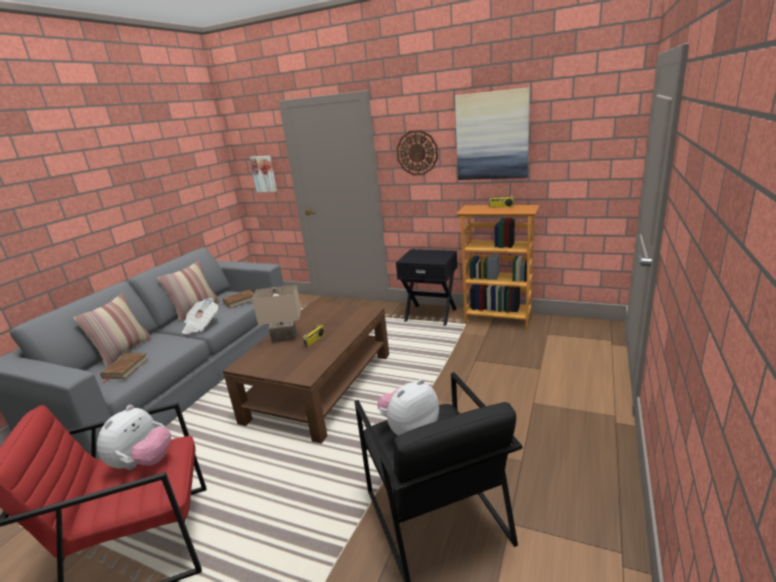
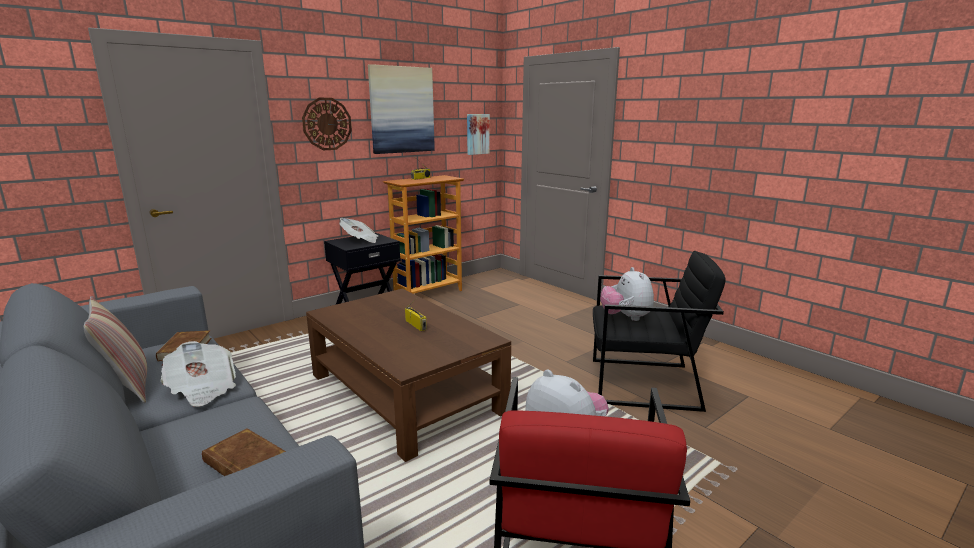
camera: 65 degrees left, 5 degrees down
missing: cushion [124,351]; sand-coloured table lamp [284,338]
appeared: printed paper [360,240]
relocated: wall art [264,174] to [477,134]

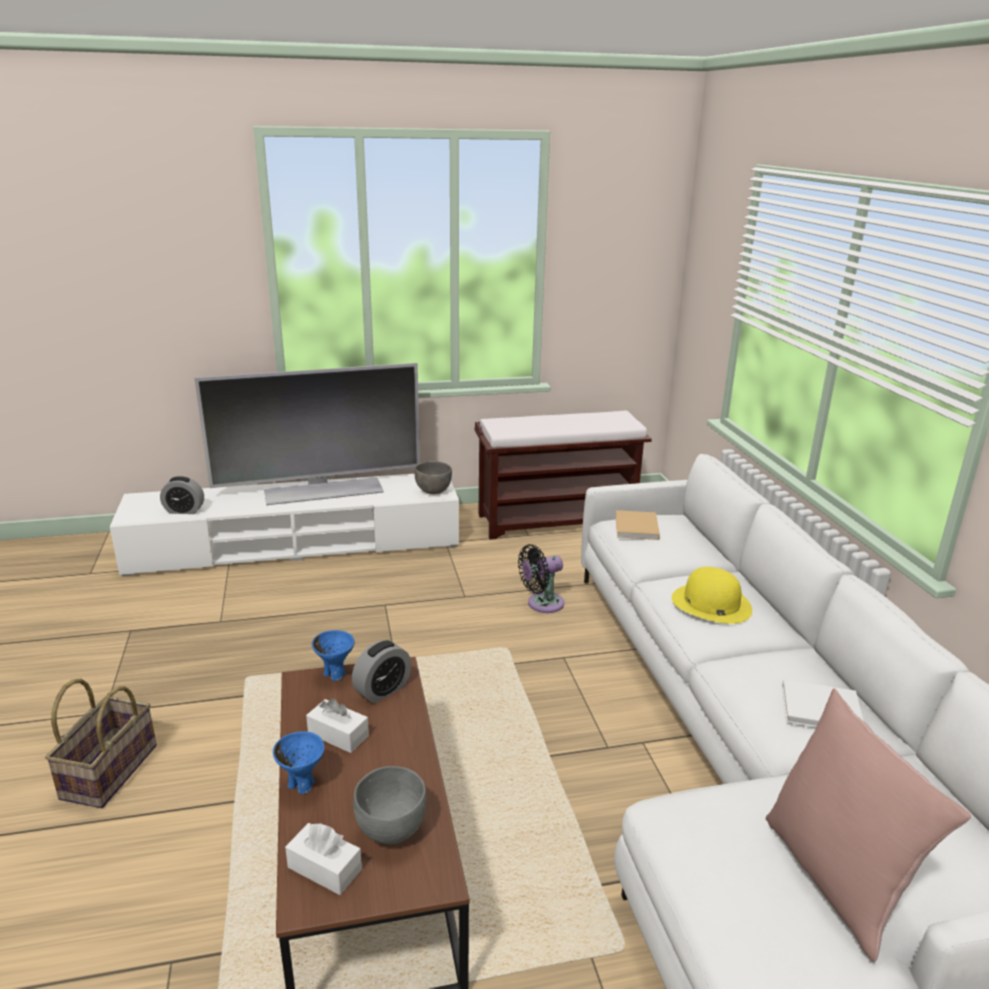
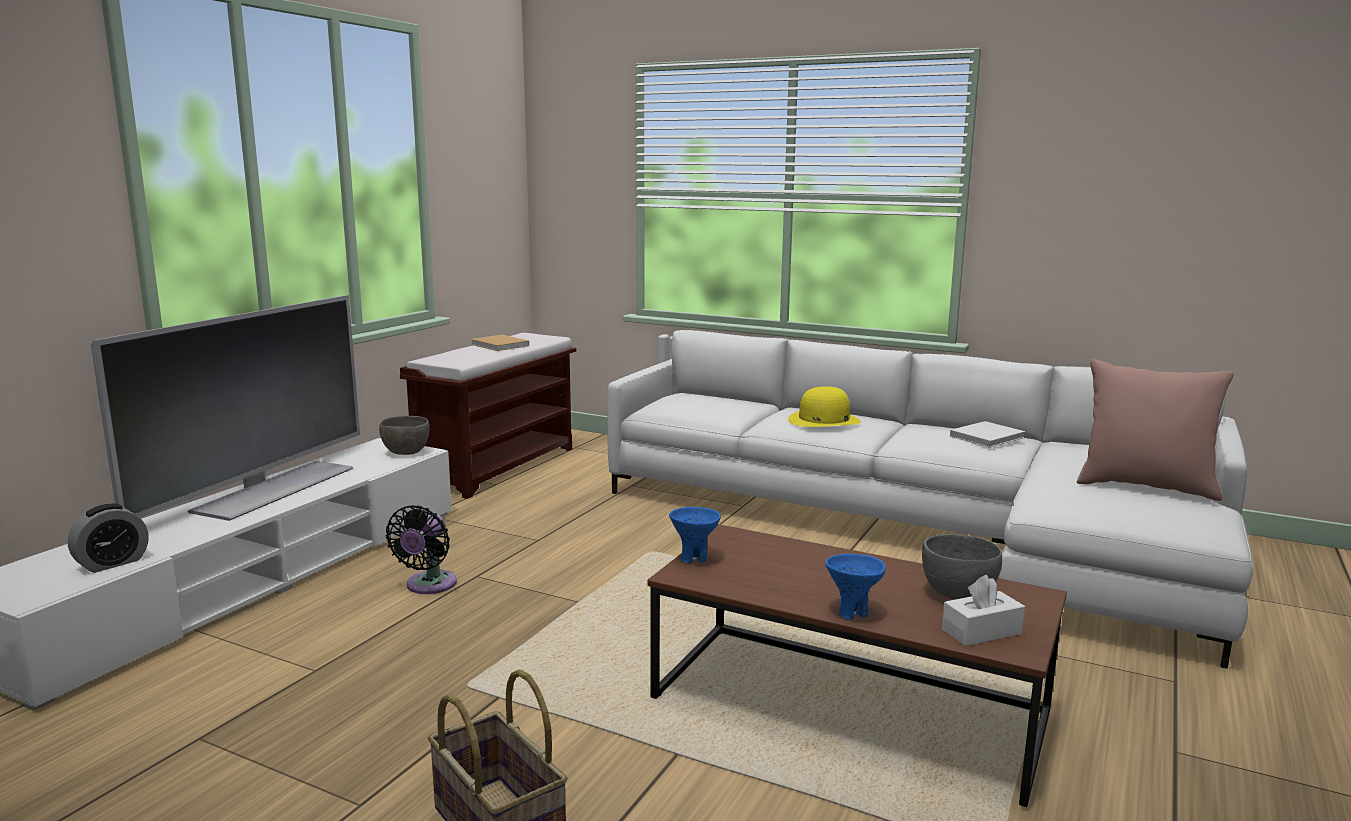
camera: 50 degrees left, 10 degrees down
missing: white-coloured tissue holder [338,735]; bedside clock [382,690]
relocated: blackish electric fan [541,604] to [428,586]; sand-coloured book [636,528] to [501,345]

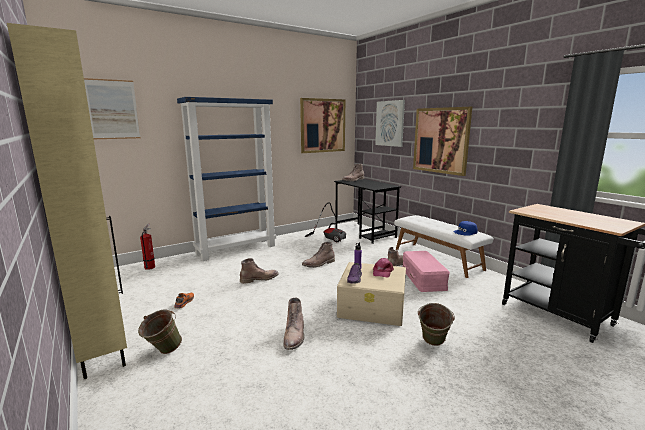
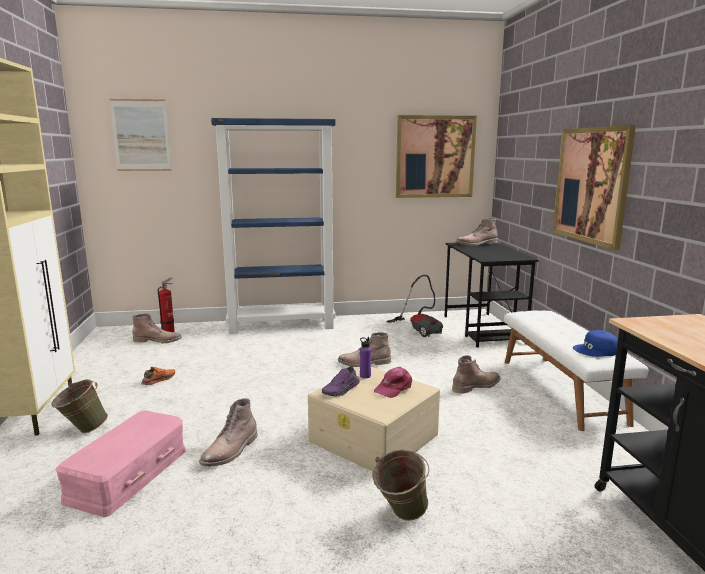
camera: 25 degrees right, 0 degrees up
missing: wall art [390,123]
relocated: brown high-top boot [259,279] to [158,340]; pinkish storage bin [422,278] to [127,474]

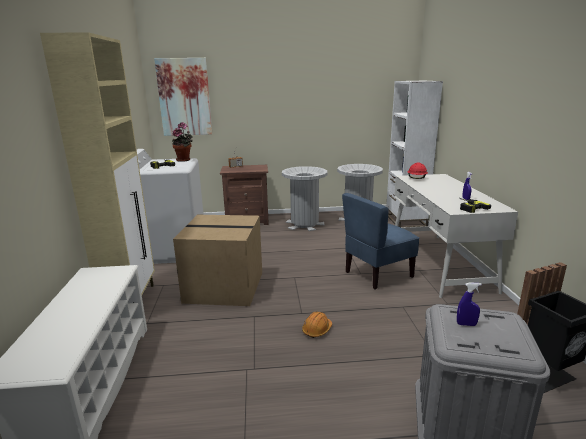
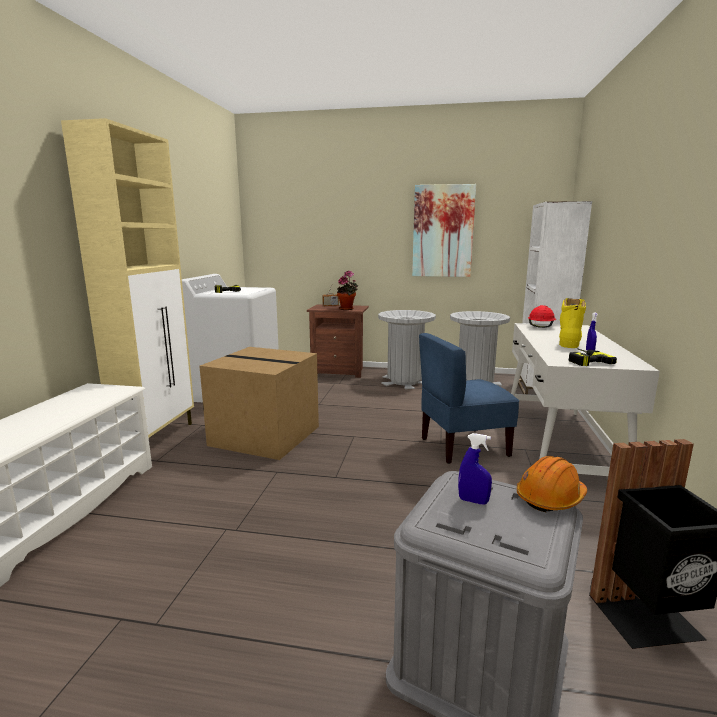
camera: 15 degrees right, 5 degrees down
appeared: yellow high-top boot [569,342]
relocated: wall art [184,97] to [443,231]; plant in a pot [184,160] to [347,309]; orangey work helmet [317,330] to [550,498]

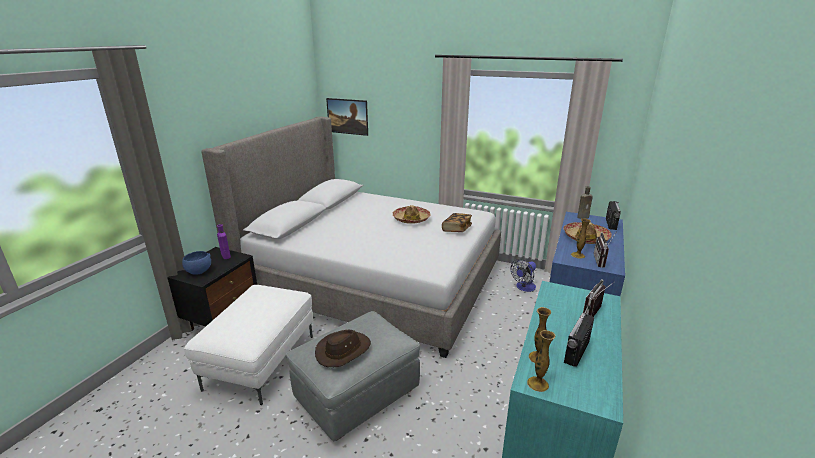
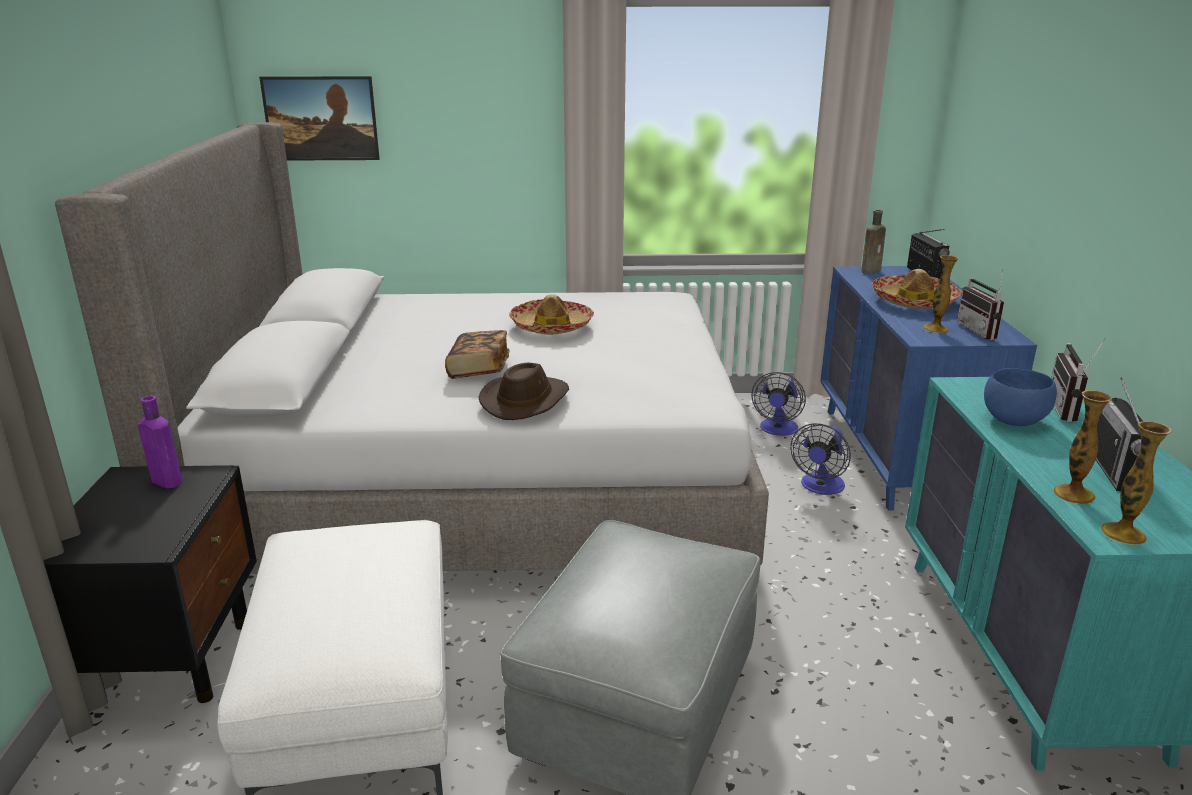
camera: 25 degrees left, 0 degrees up
appeared: electric fan [820,487]
relocated: blue serving bowl [198,272] to [1014,421]; brown wearable hat [343,350] to [525,400]; book [456,229] to [478,369]

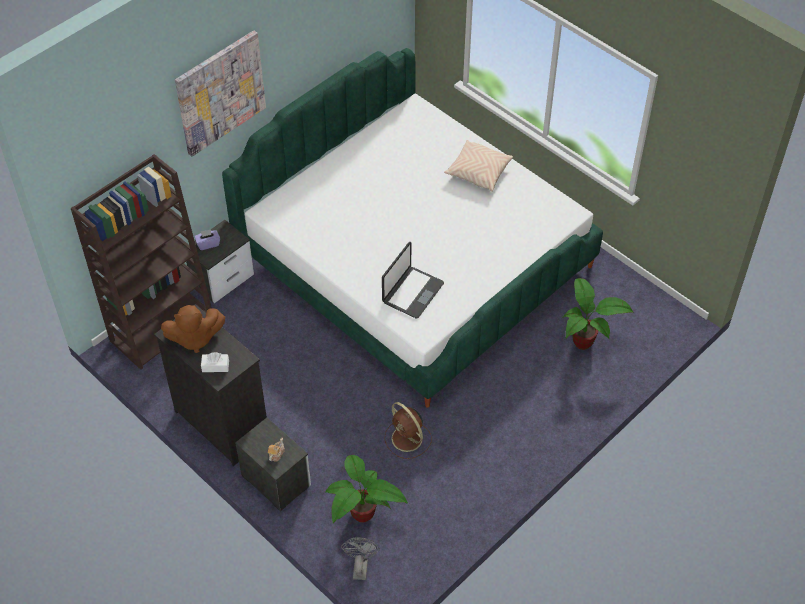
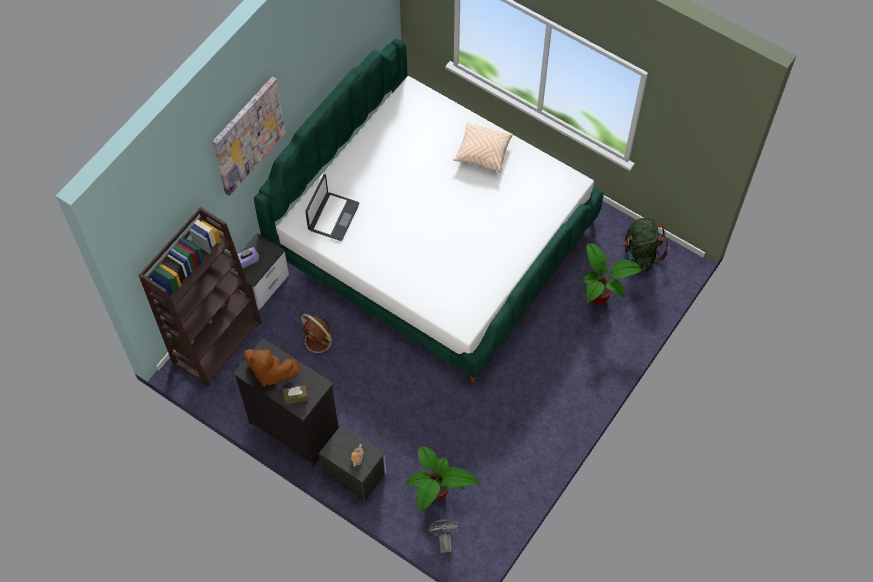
camera: 10 degrees left, 10 degrees up
appeared: greenish rucksack [640,254]
relocated: notebook computer [412,292] to [333,217]; brown electric fan [408,439] to [319,341]
colour: white-coloured tissue holder [215,366] to brown tissue holder [295,396]
spun: brown cuddly toy [194,338] = [270,372] 45 degrees clockwise

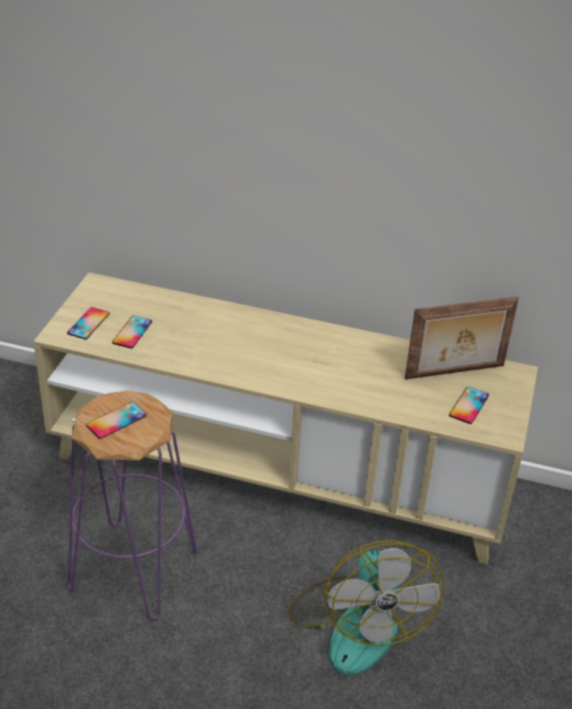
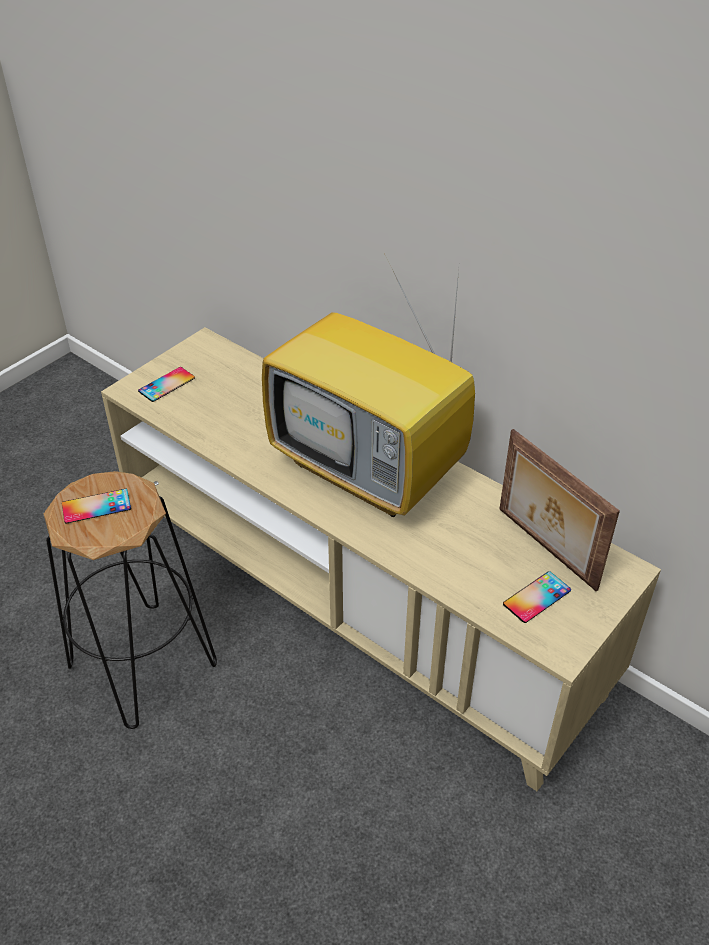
camera: 25 degrees right, 5 degrees up
missing: handset [132,332]; electric fan [357,623]
appeared: TV [371,471]
colour: purple-coloured stool [132,569] to blackish stool [142,664]
spun: photo frame [455,373] = [544,549] 45 degrees clockwise

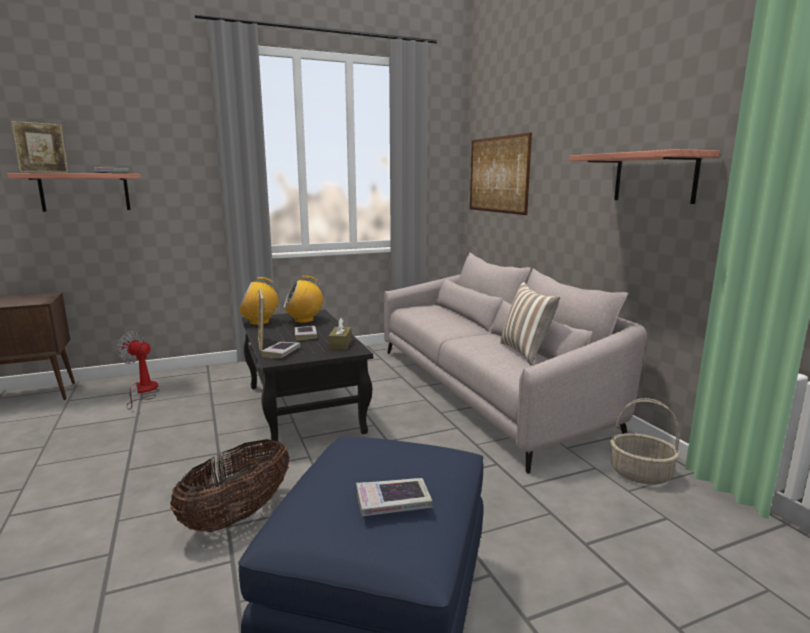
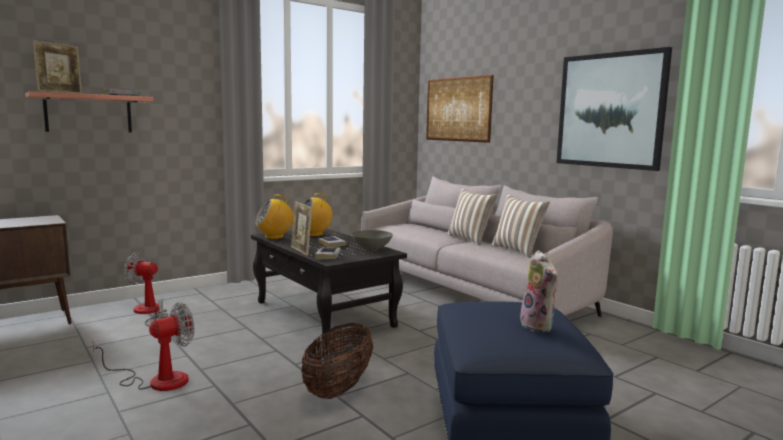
camera: 15 degrees left, 5 degrees down
missing: basket [641,474]
appeared: electric fan [157,380]; cushion [470,239]
exchanged: brown tissue holder [340,344] to greyish serving bowl [371,249]; book [393,502] to cuddly toy [539,326]; bracket shelf [654,178] to wall art [610,110]

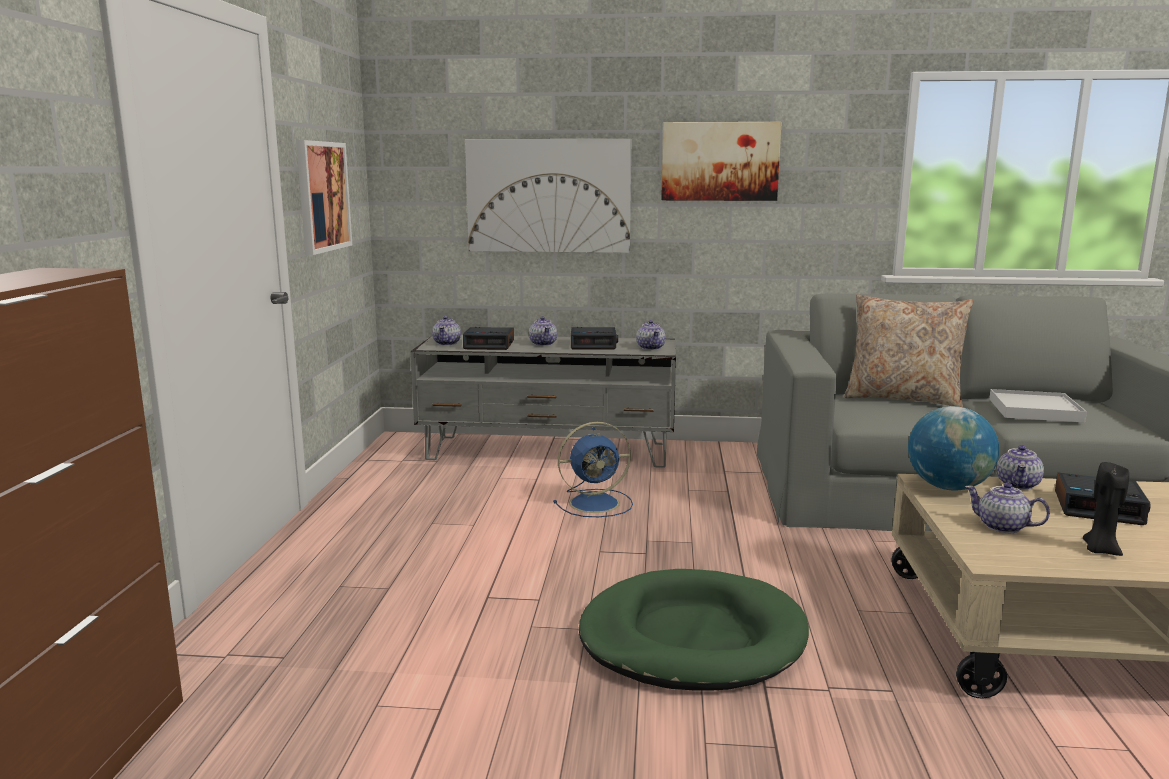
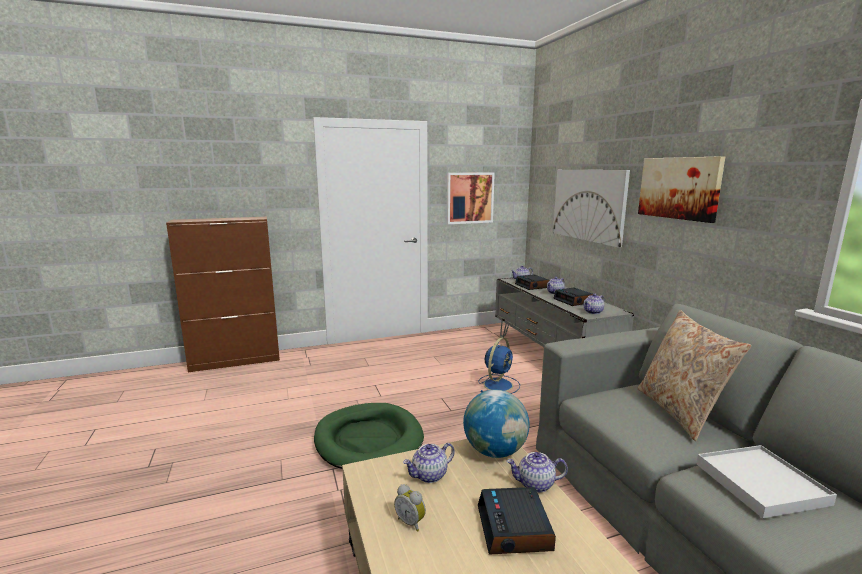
camera: 65 degrees right, 0 degrees up
exchanged: blackish candle [1099,550] to bedside clock [411,522]
spun: blue electric fan [596,503] = [498,384] 105 degrees counterclockwise; teapot [1001,527] = [429,475] 135 degrees counterclockwise

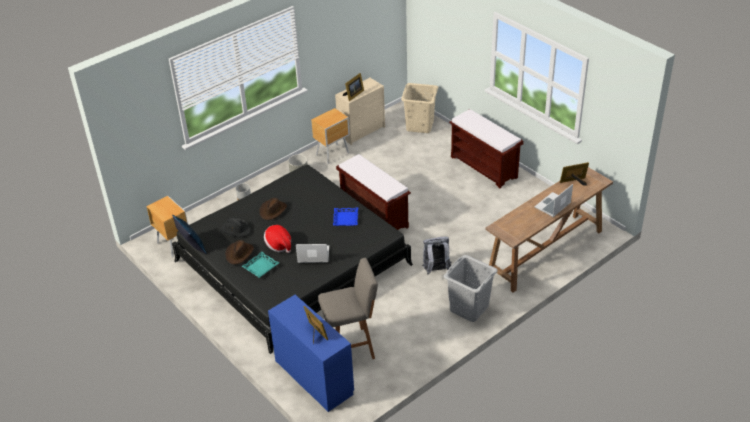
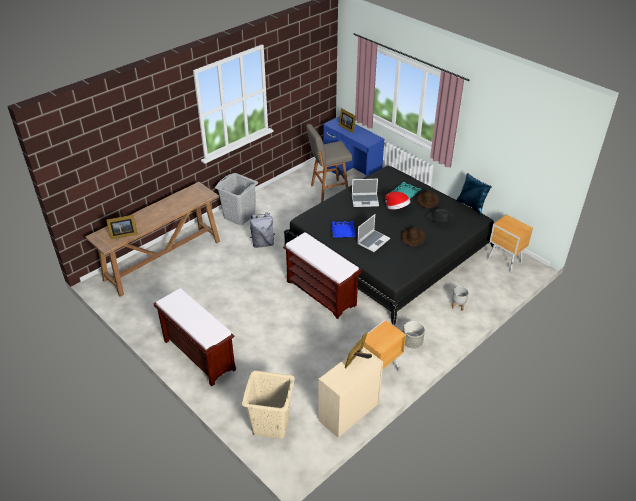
camera: 175 degrees right, 0 degrees up
relocated: notebook computer [553,206] to [373,241]

